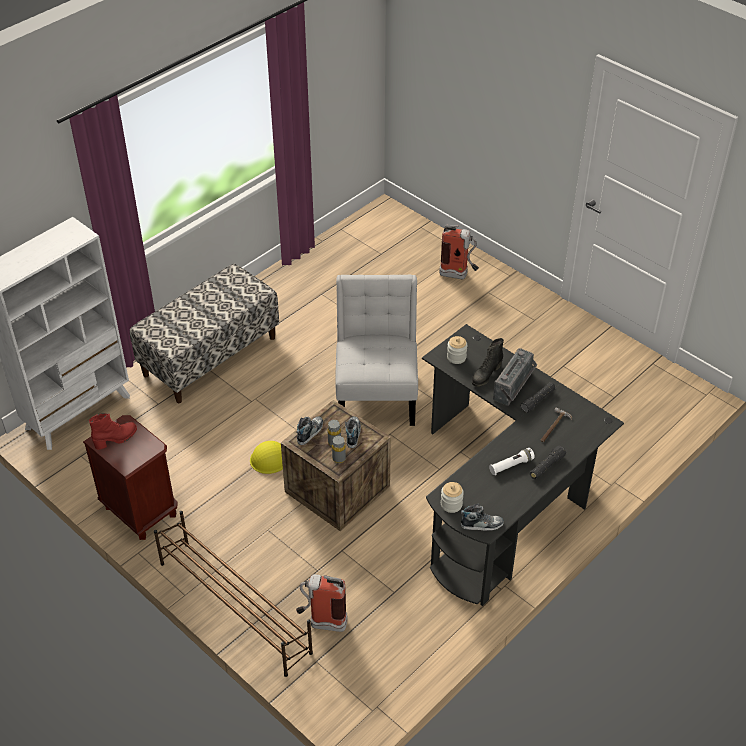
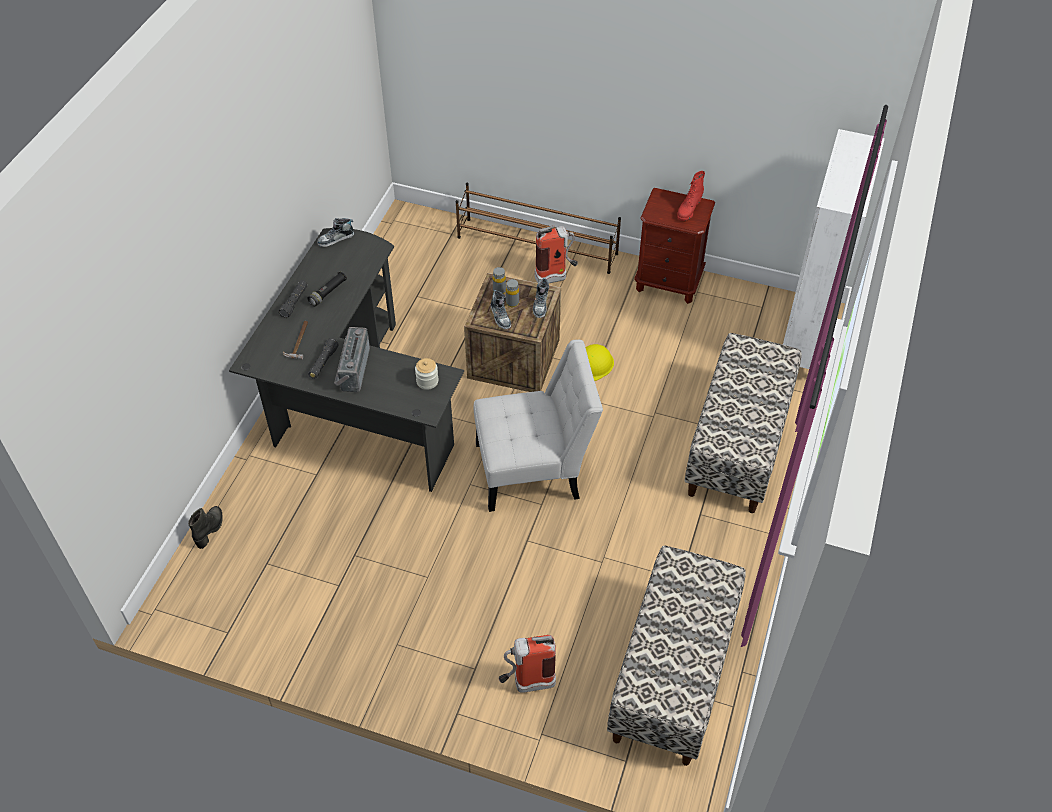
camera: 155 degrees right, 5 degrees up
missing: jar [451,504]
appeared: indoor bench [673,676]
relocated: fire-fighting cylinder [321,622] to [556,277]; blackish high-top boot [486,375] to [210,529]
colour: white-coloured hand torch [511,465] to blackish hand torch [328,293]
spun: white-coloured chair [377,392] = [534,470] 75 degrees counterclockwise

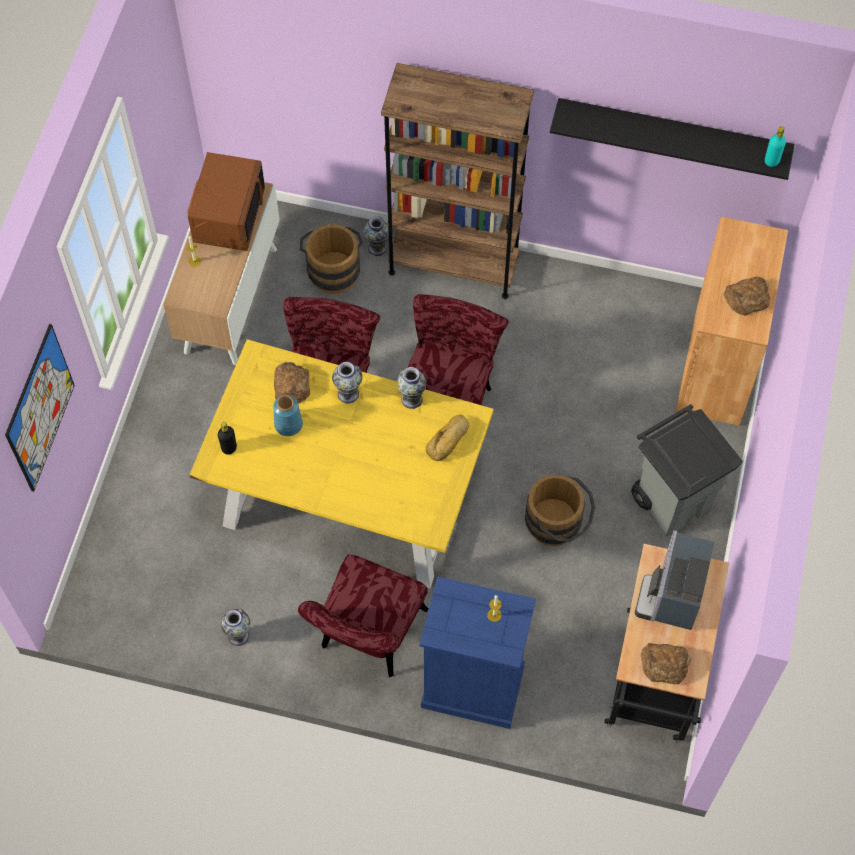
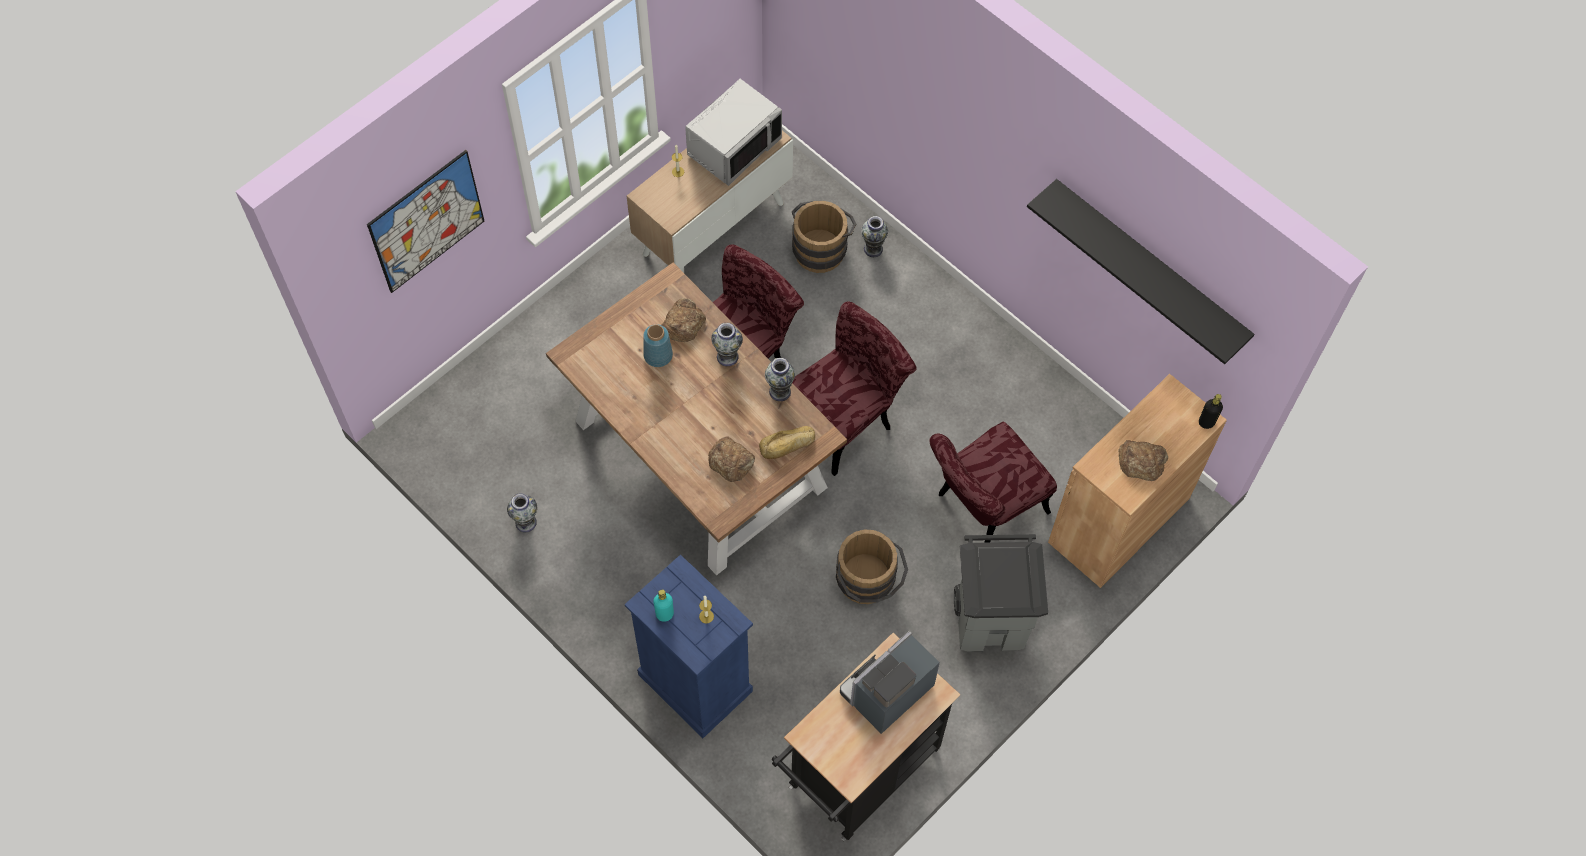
camera: 30 degrees right, 0 degrees up
missing: brown bookshelf [453,264]
relocated: blackish bottle [229,448] to [1206,422]; red chair [368,638] to [983,508]; bakery bread [665,664] to [731,461]; turquoise-coloured bottle [771,161] to [664,614]
colour: brown kitchen microwave [228,215] to greyish kitchen microwave [733,146]; yellow dinner table [350,495] to brown dinner table [701,455]

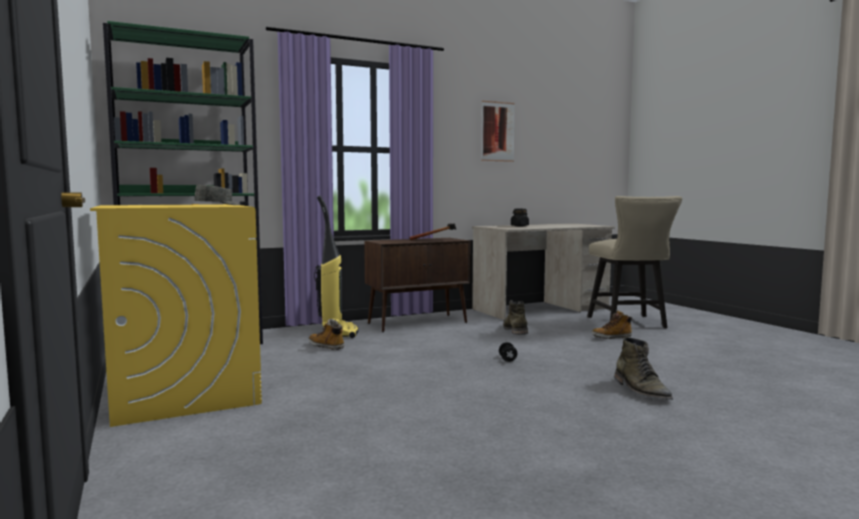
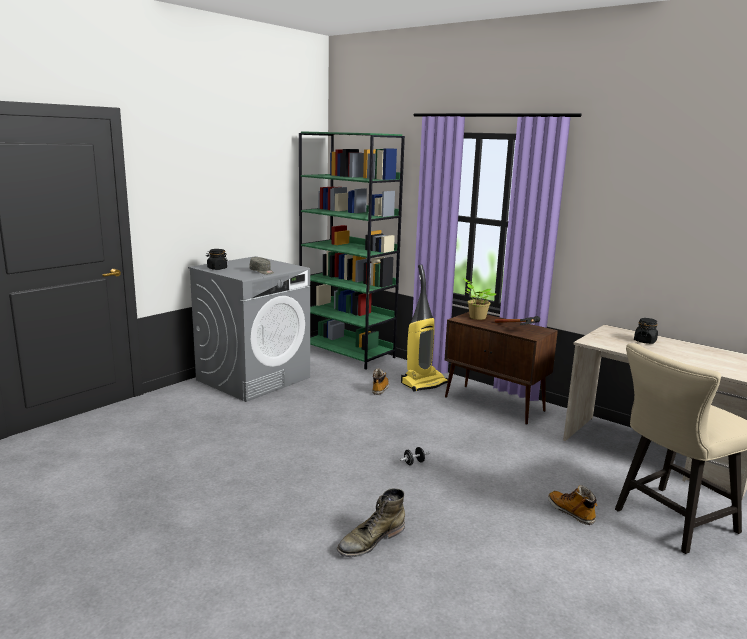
camera: 65 degrees right, 10 degrees up
missing: wall art [497,131]; greenish high-top boot [515,330]
appeared: blackish jar [217,268]; plant in a pot [476,317]
colour: yellow washing machine [184,392] to greyish washing machine [254,378]

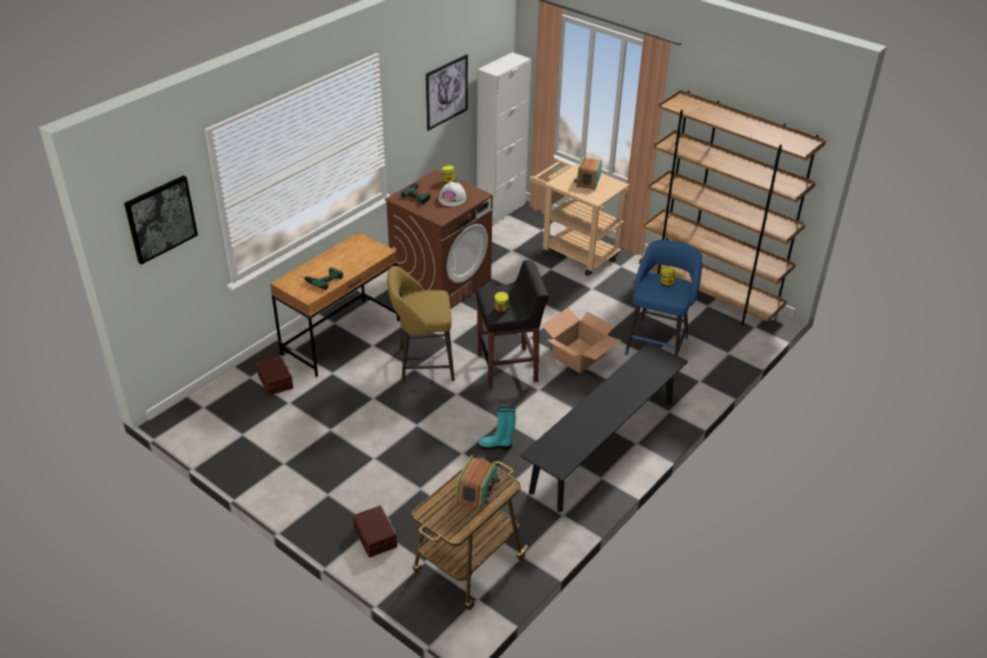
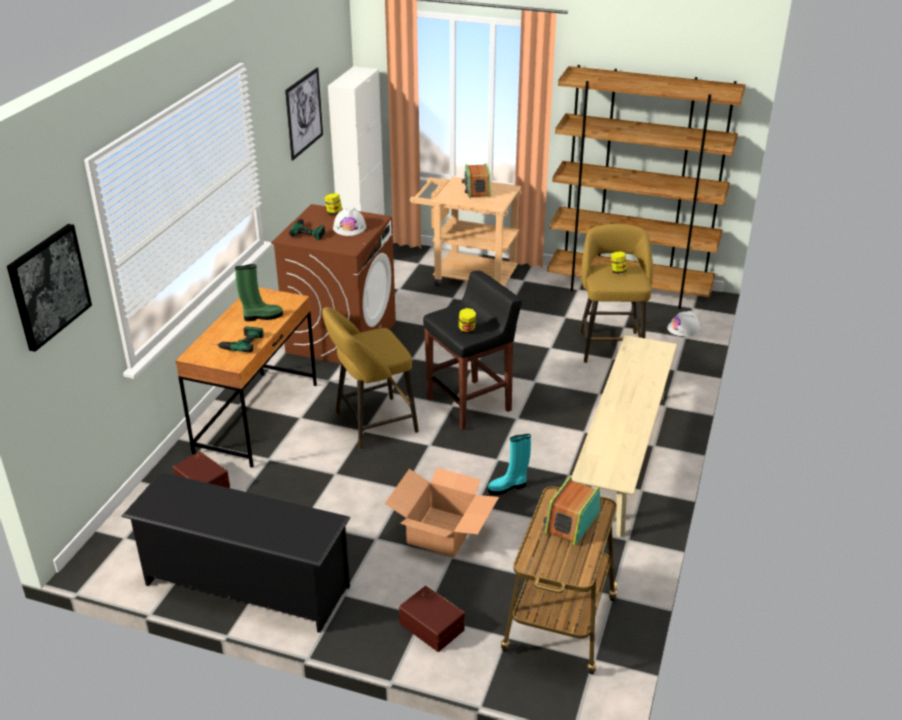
camera: 20 degrees left, 5 degrees down
appeared: blackish shoe rack [246,585]; greenish high-top boot [262,317]; white-coloured work helmet [684,328]
relocated: packing box [579,356] to [442,532]
colour: blackish indoor bench [603,446] to sand-coloured indoor bench [622,457]; blue stool [657,344] to yellow stool [610,345]
spun: radio [477,490] = [571,522] 150 degrees counterclockwise

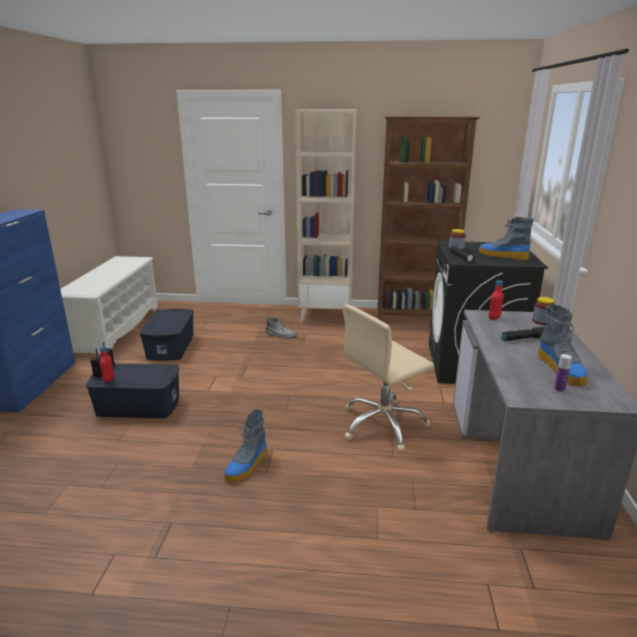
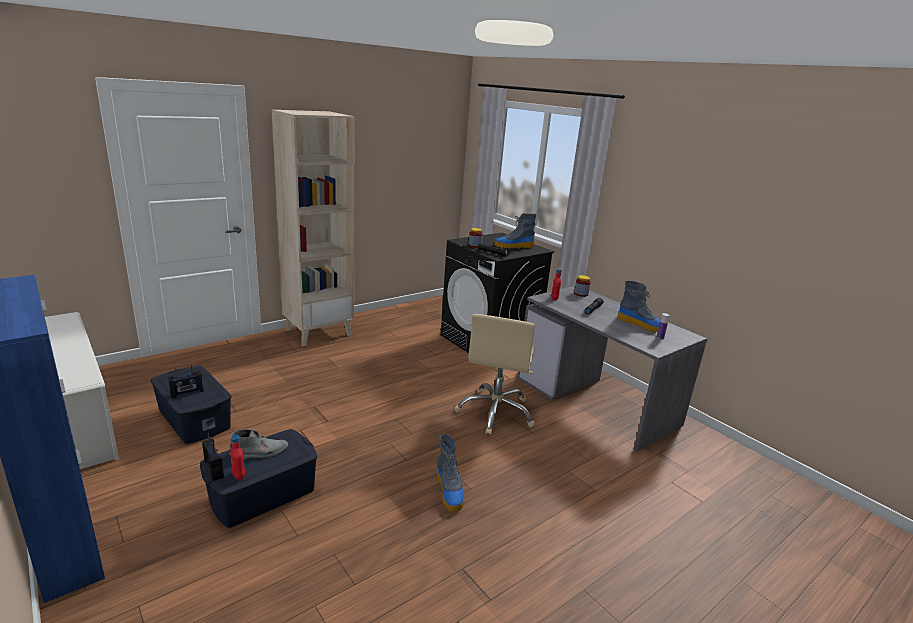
camera: 45 degrees left, 0 degrees up
missing: brown bookshelf [415,316]
appeared: radio [187,393]
relocated: greyish high-top boot [281,335] to [260,452]

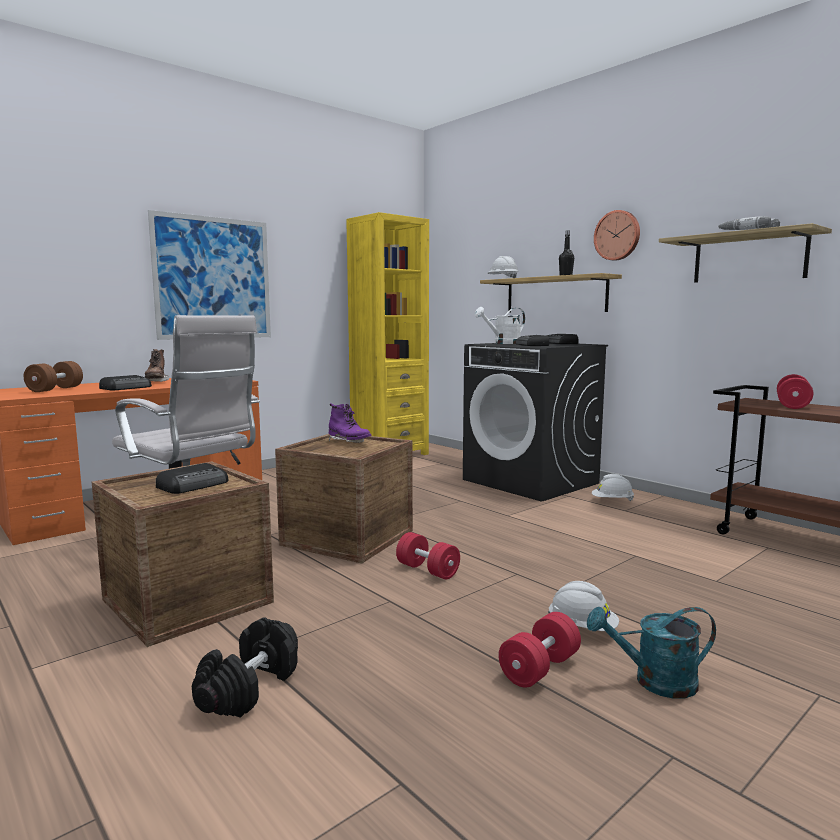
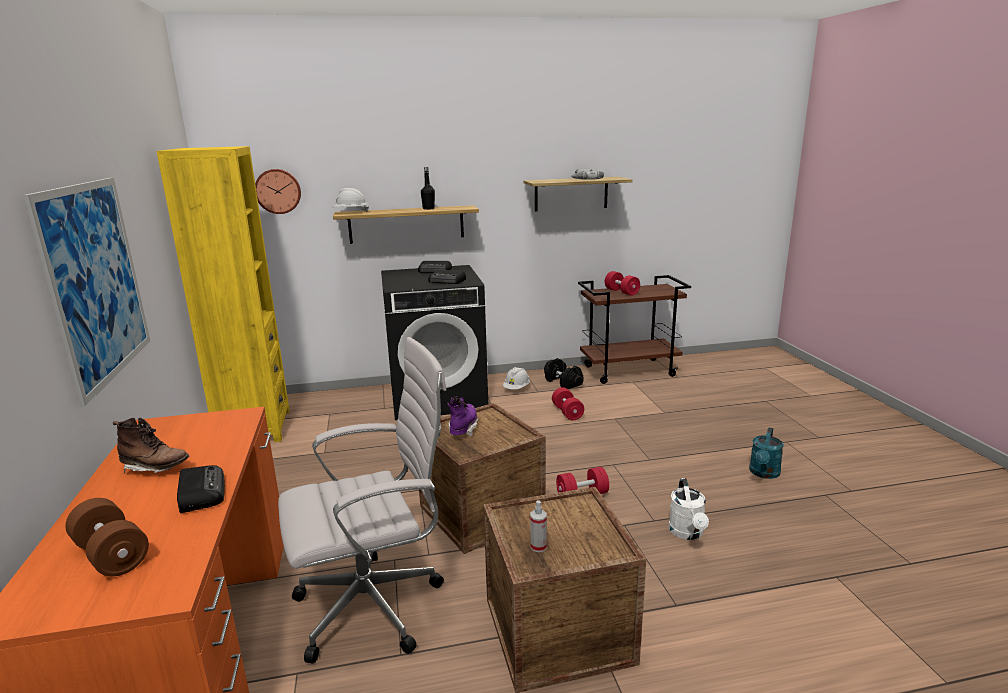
camera: 60 degrees left, 10 degrees up
missing: radio [194,485]; white-coloured work helmet [582,628]
appeared: hand sprayer [538,547]
relocated: blackish hand weight [249,687] to [562,382]; white-coloured watering pot [503,343] to [687,533]; red hand weight [539,668] to [567,412]; clock on the wall [617,235] to [278,191]
spun: purple-coloured high-top boot [349,442] = [463,428] 60 degrees counterclockwise

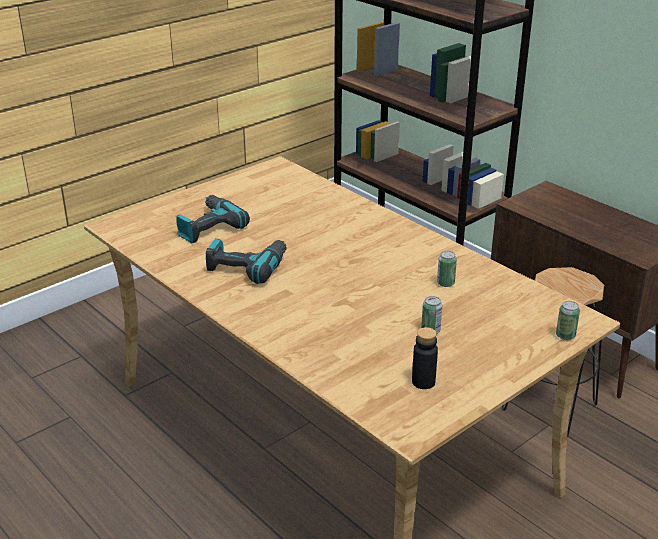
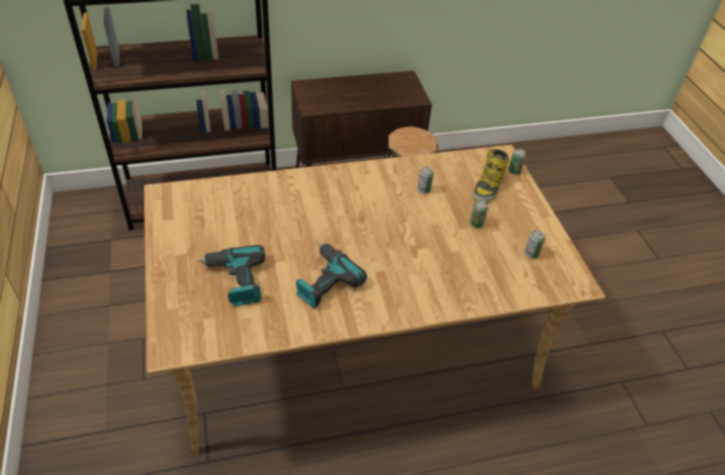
camera: 65 degrees left, 15 degrees up
appeared: high-top boot [488,186]
exchanged: blackish bottle [423,382] to sealed can [531,254]

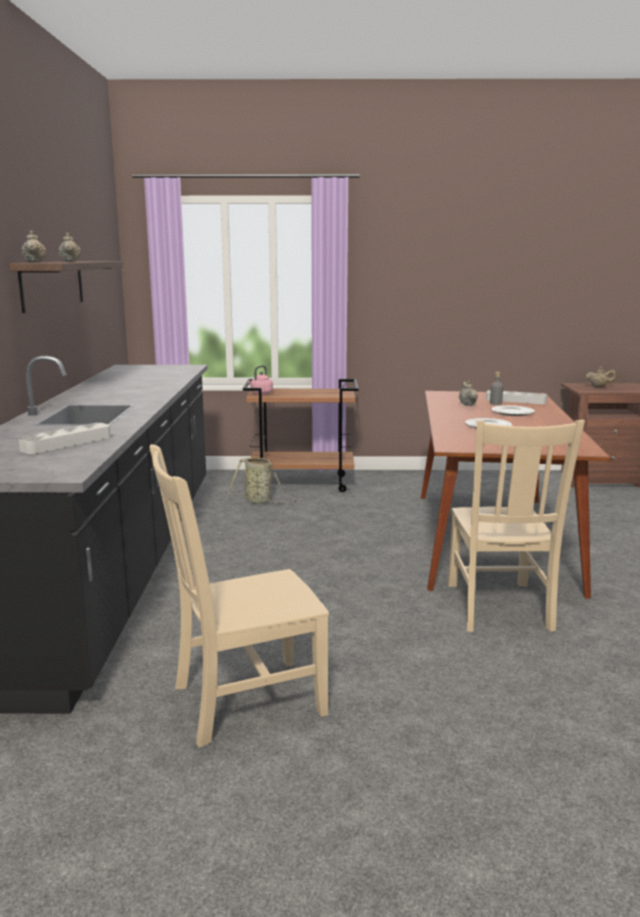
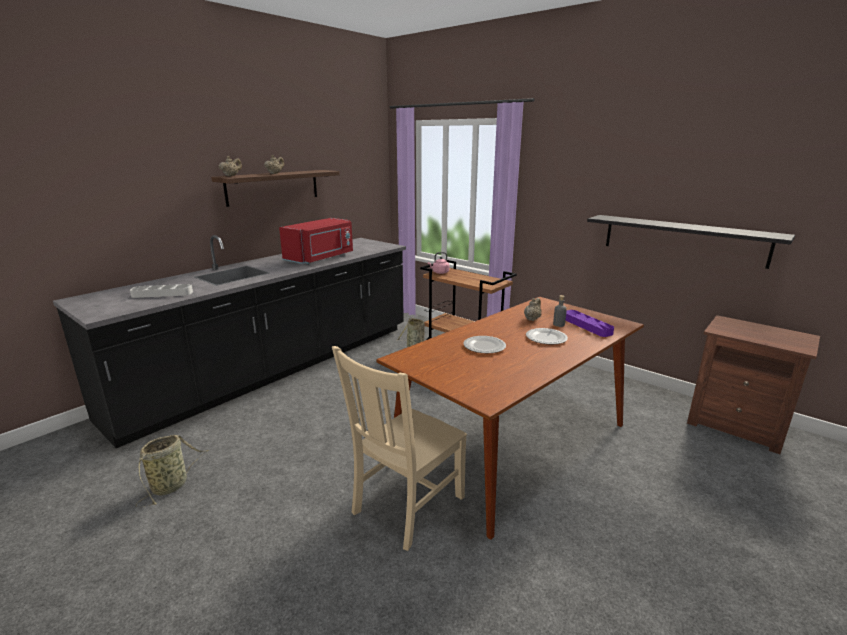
camera: 40 degrees right, 5 degrees up
missing: sand-coloured teapot [599,387]
appeared: red kitchen microwave [321,258]; blackish bracket shelf [683,240]
exchanged: sand-coloured chair [243,701] to basket [172,485]
colour: greyish serving tray [515,400] to purple-coloured serving tray [586,326]

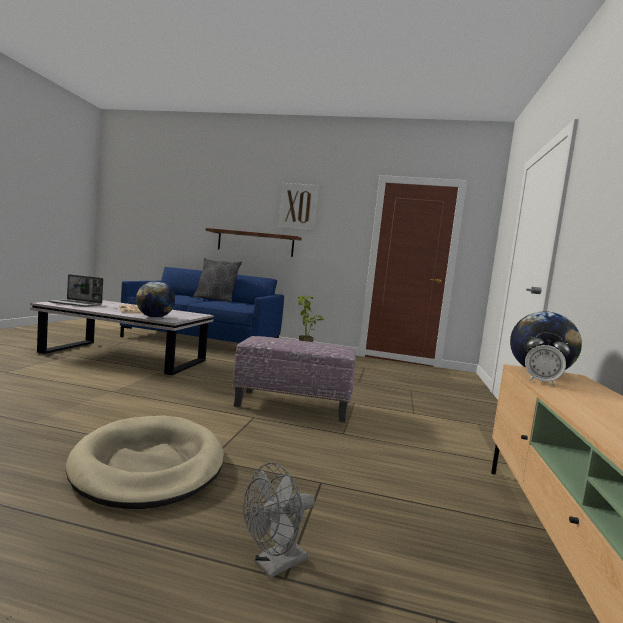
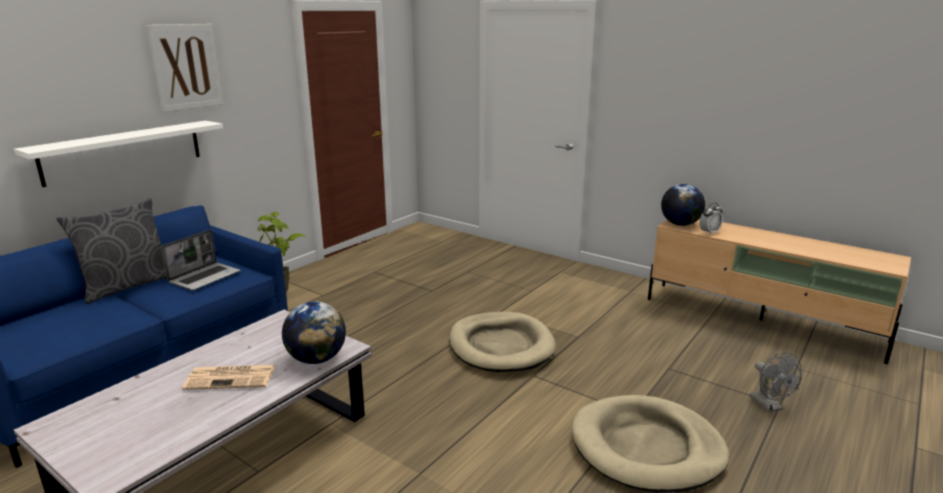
camera: 65 degrees left, 15 degrees up
relocated: notebook computer [76,304] to [205,277]
exchanged: ottoman [293,405] to sand-coloured dog bed [501,346]
colour: brown bracket shelf [255,243] to white-coloured bracket shelf [124,151]

